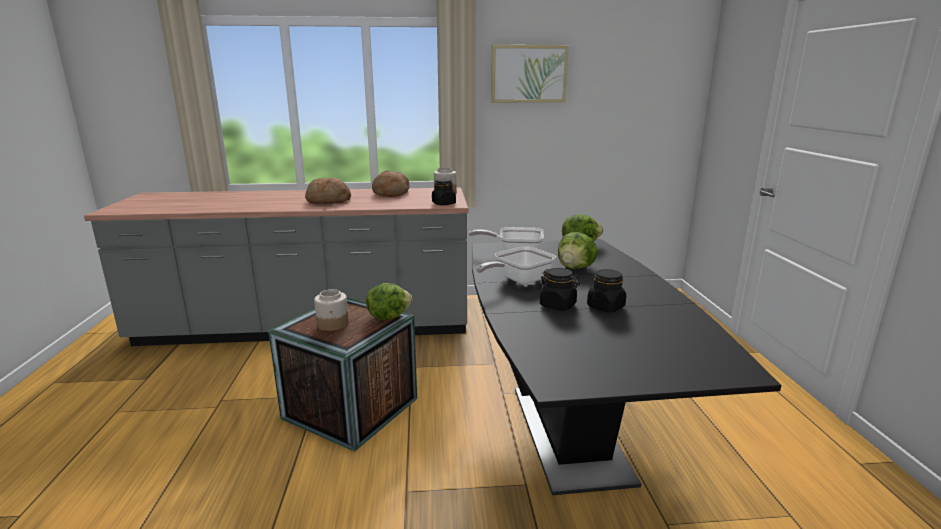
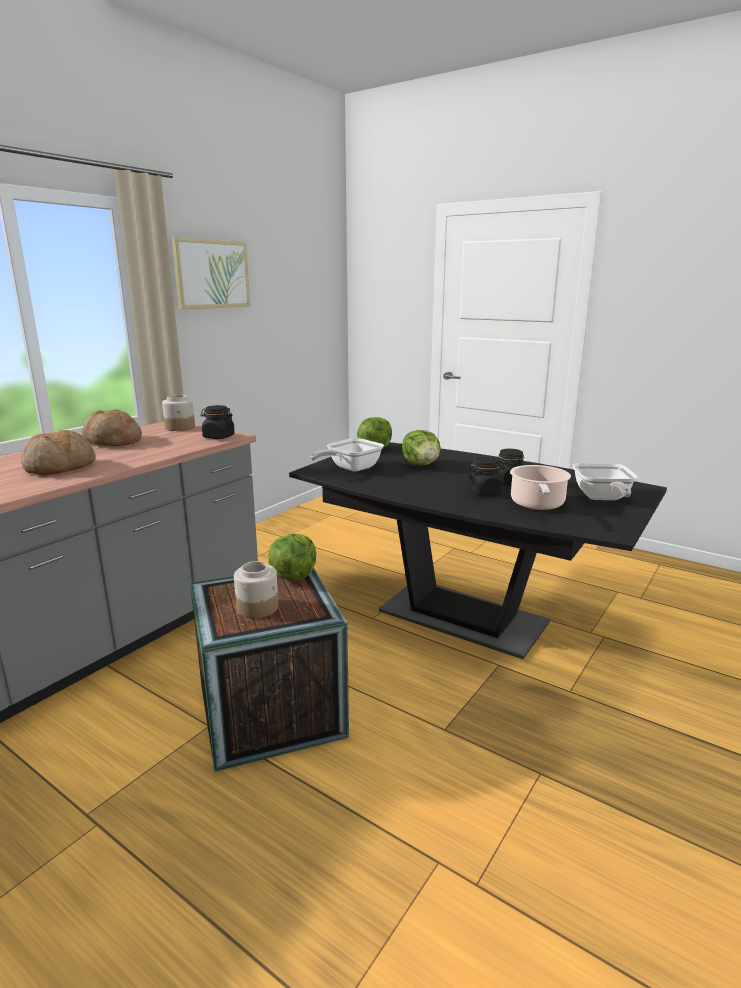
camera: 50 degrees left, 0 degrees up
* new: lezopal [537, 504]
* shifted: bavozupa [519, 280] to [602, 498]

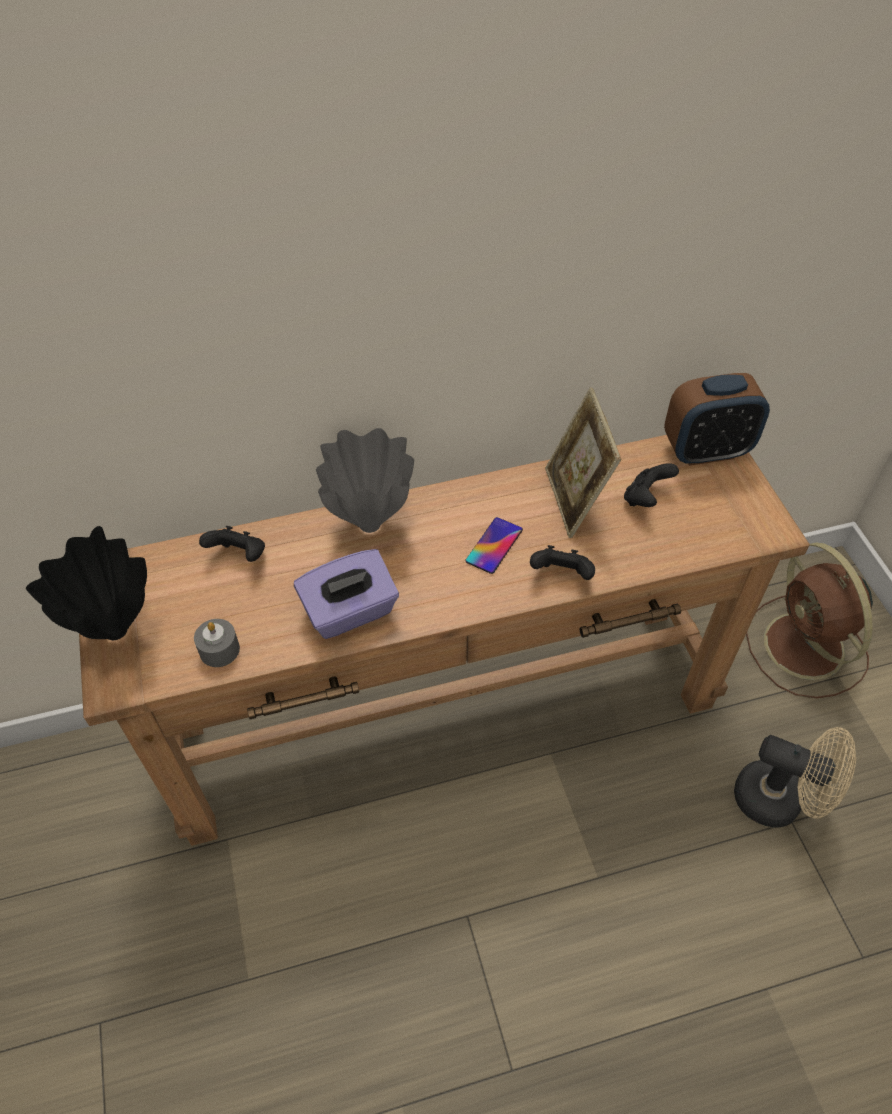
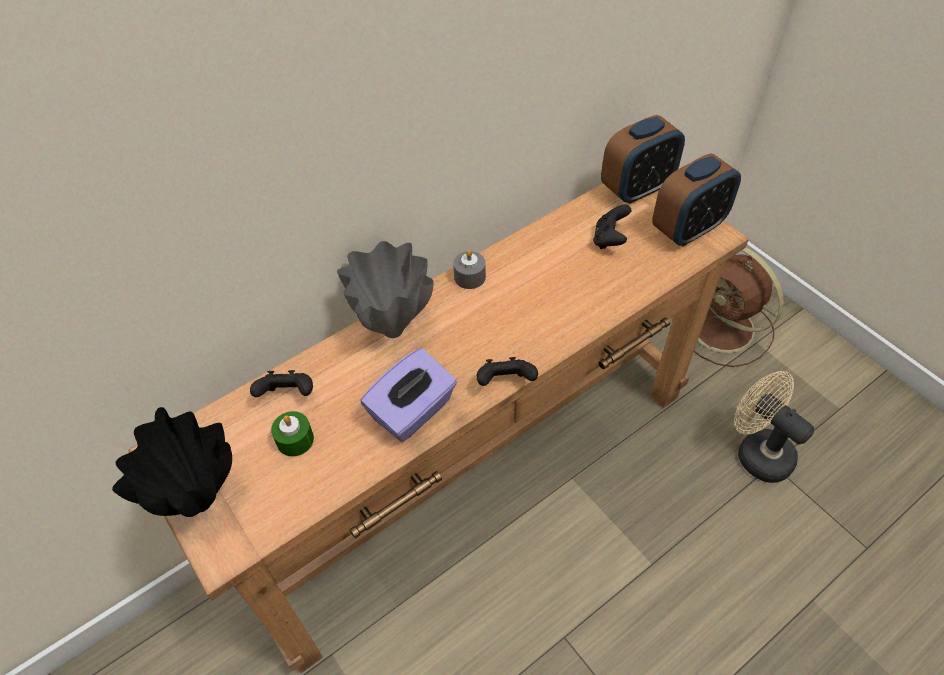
camera: 20 degrees left, 0 degrees up
* gone: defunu [494, 545]
* gone: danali [574, 500]
* new: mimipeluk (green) [295, 440]
* new: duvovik [688, 229]
* shifted: mimipeluk (grey) [219, 650] to [469, 277]
* shifted: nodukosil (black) [561, 575] to [505, 382]
* rotated: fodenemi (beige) [779, 801] = [757, 451] 135 degrees counterclockwise

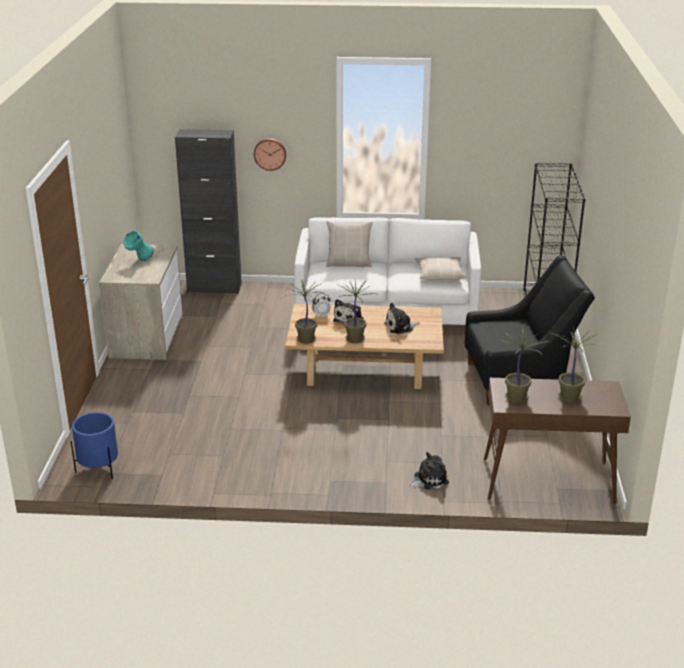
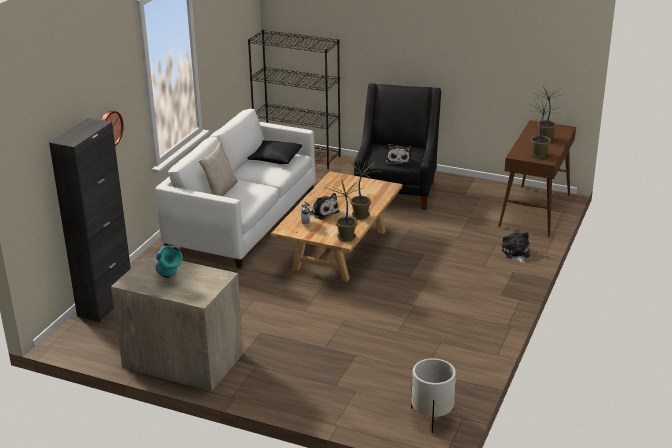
camera: 70 degrees left, 0 degrees up
* shifted: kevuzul [400, 327] to [398, 160]
* repainted: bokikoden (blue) [99, 469] to bokikoden (white) [432, 416]
* repainted: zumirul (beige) [440, 274] to zumirul (black) [275, 158]

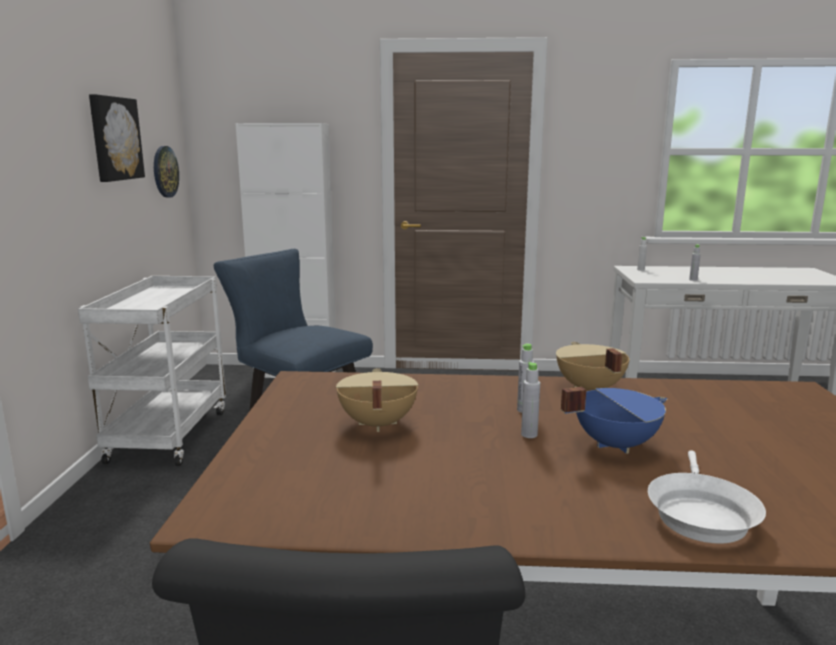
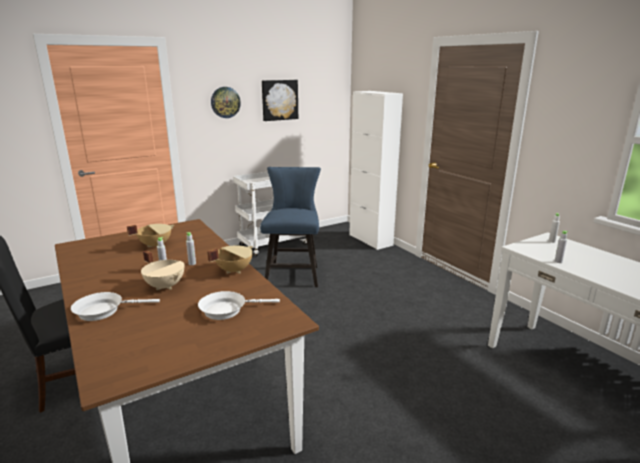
camera: 55 degrees right, 5 degrees up
* new: bavozupa (white) [227, 310]
* shifted: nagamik [165, 171] to [225, 102]
* repainted: lezopal (blue) [614, 444] to lezopal (beige) [165, 286]

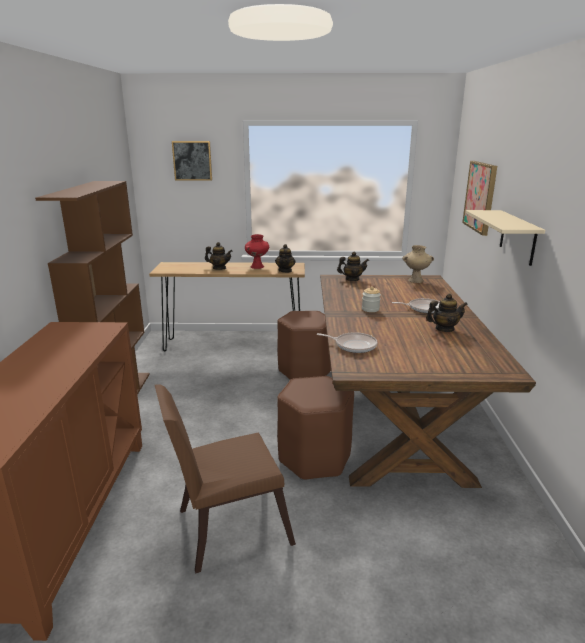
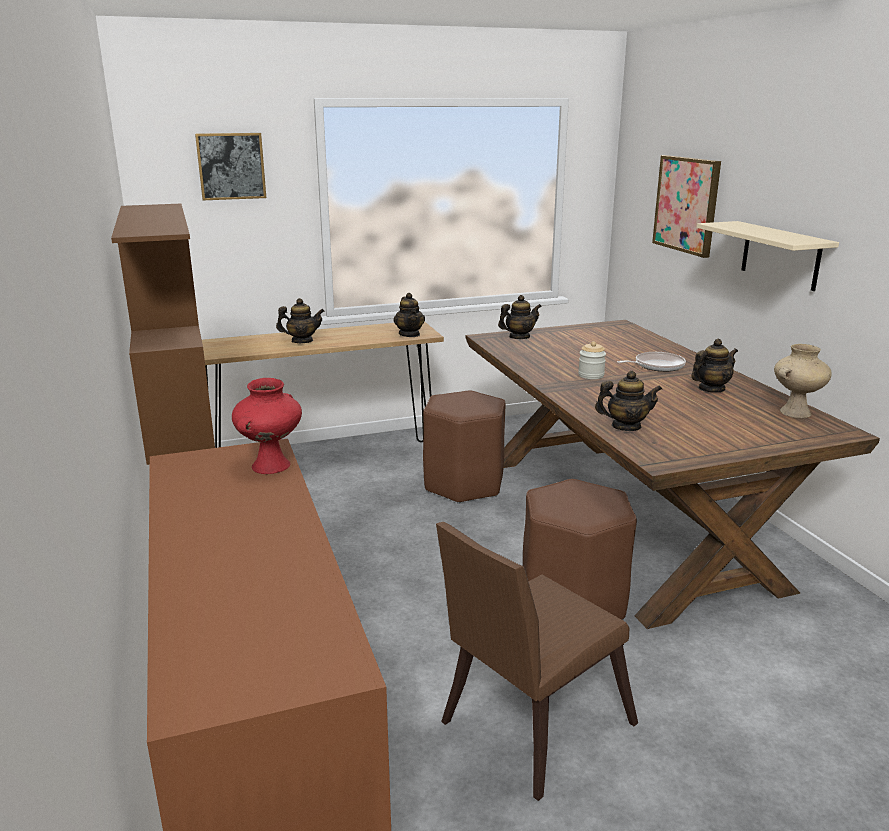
camera: 20 degrees left, 0 degrees up
* shifted: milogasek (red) [257, 267] to [271, 466]
* shifted: milogasek (beige) [416, 280] to [795, 412]
* swapped: bavozupa [353, 345] to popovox [625, 426]

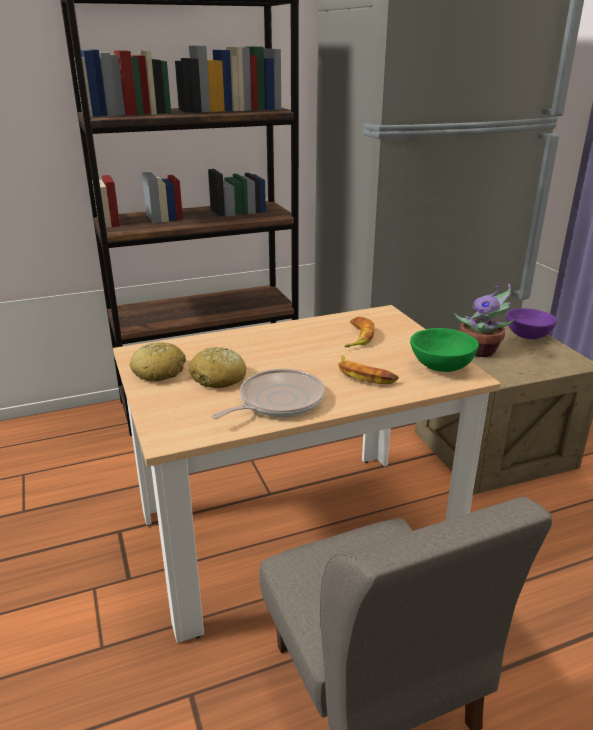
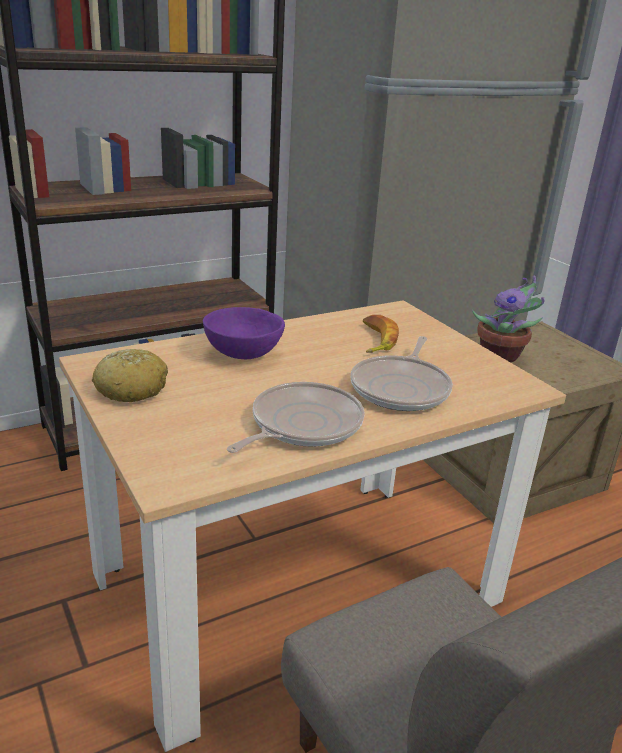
camera: 10 degrees left, 0 degrees up
* gone: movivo [218, 378]
* gone: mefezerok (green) [440, 368]
* shifted: mefezerok (purple) [527, 336] to [242, 354]
* swapped: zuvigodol [365, 375] to bavozupa [402, 388]

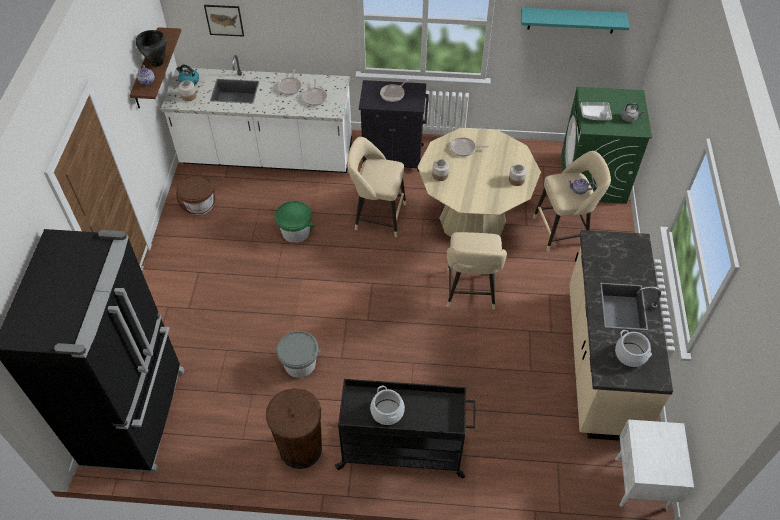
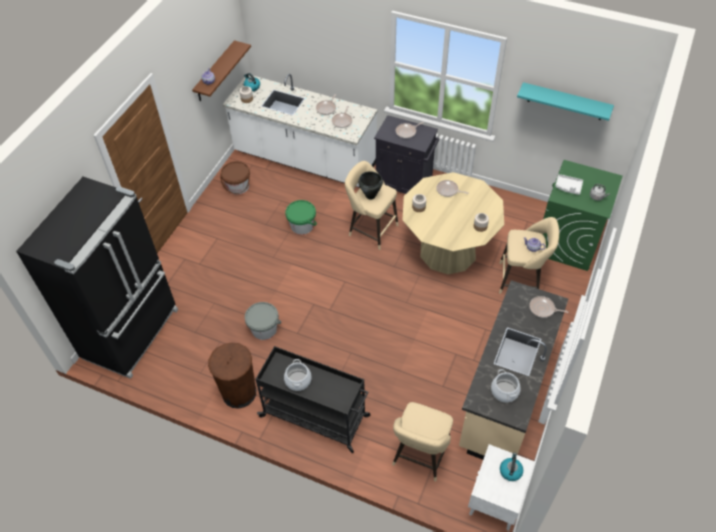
camera: 20 degrees right, 0 degrees up
* gone: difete [224, 20]
* new: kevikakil [510, 471]
* new: bavozupa [543, 309]
* shifted: lezopal (black) [157, 63] to [370, 196]
* shifted: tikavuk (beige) [470, 292] to [420, 457]

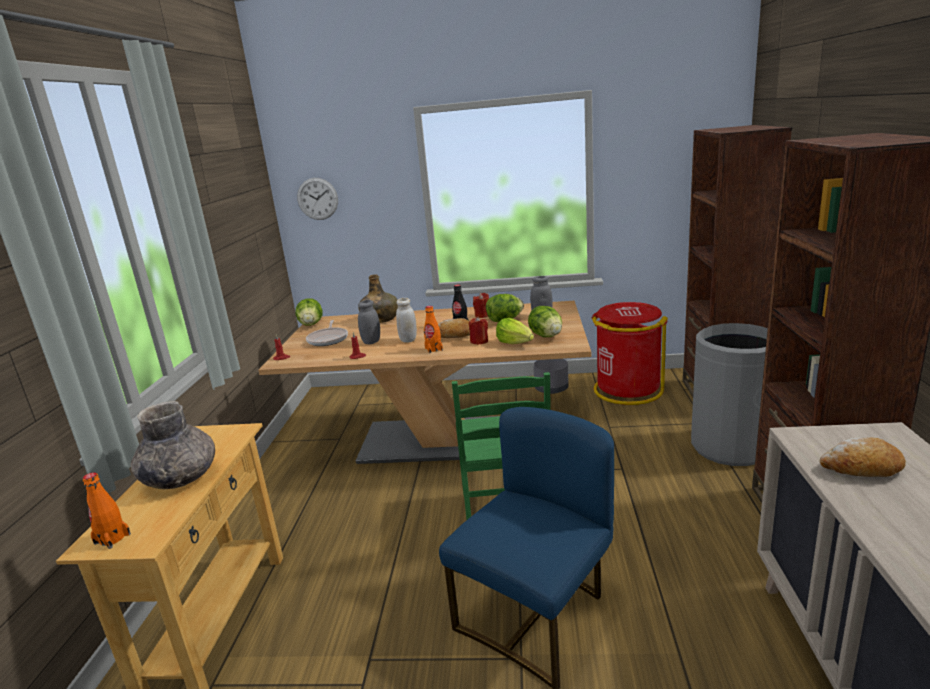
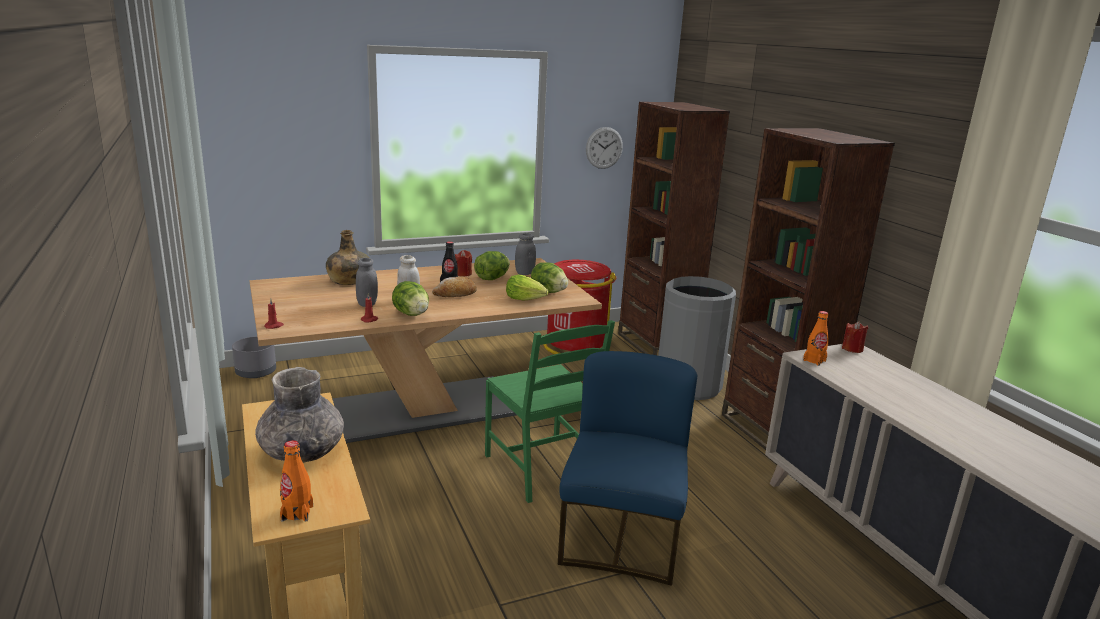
camera: 30 degrees left, 0 degrees up
* gone: bavozupa [328, 339]
* gone: movivo [861, 468]
* shifted: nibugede [311, 324] to [411, 314]
* shifted: nagamik [317, 199] to [604, 148]
* shifted: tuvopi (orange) [434, 349] to [814, 360]
* shifted: mimipeluk (red) [479, 341] to [852, 349]
* shifted: bokikoden (grey) [551, 389] to [255, 373]

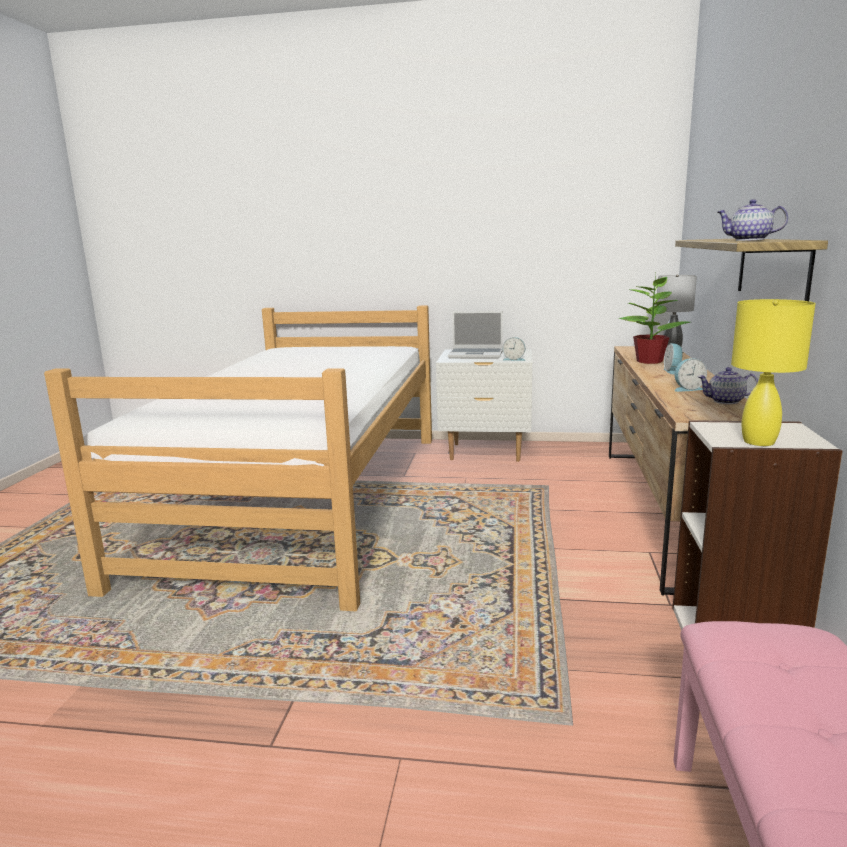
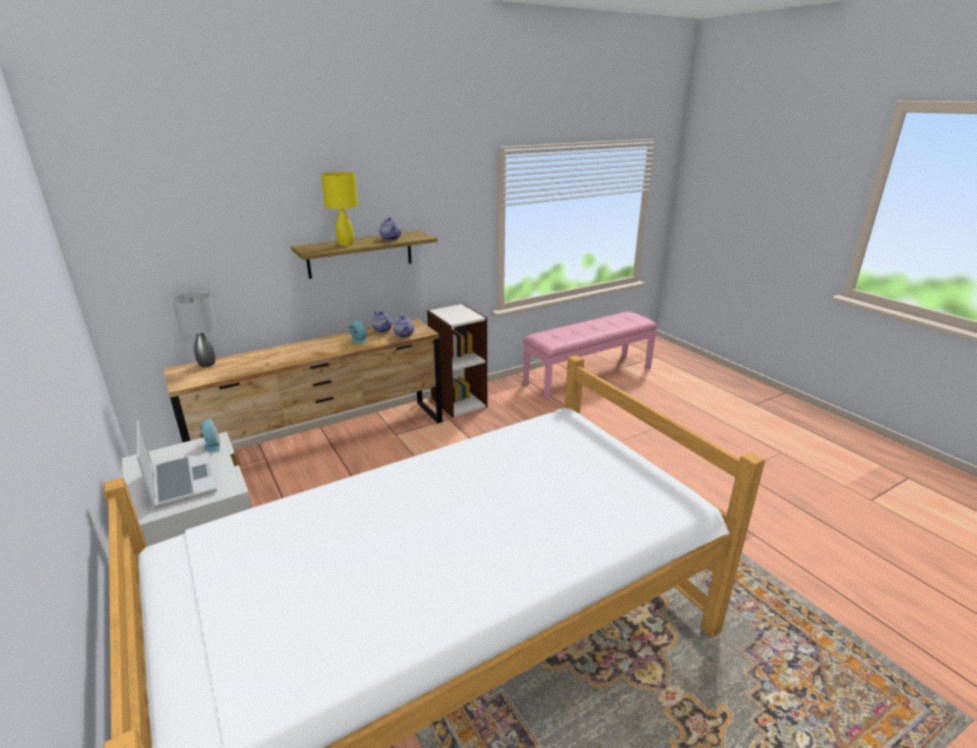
camera: 130 degrees left, 10 degrees up
* gone: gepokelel [649, 361]
* gone: duvovik [673, 371]
* new: popovox [404, 335]
* shifted: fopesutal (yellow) [758, 442] to [346, 244]

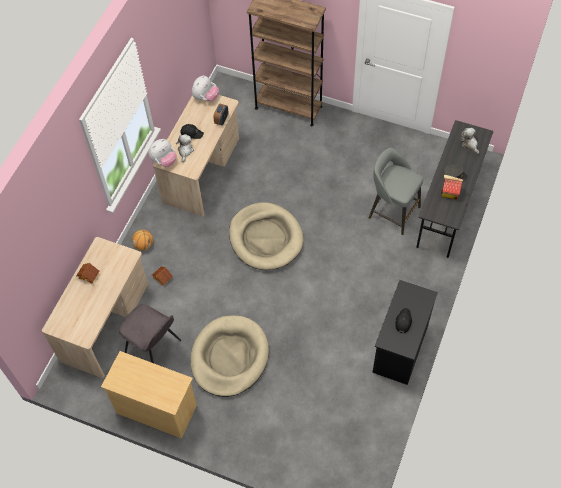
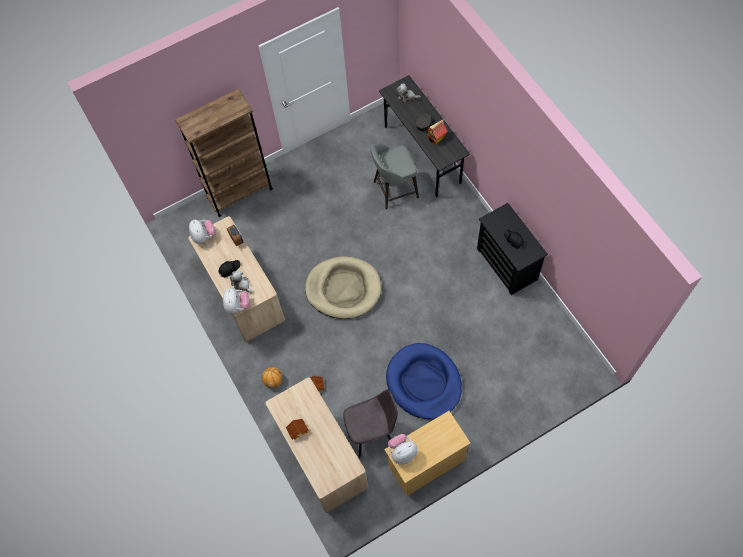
camera: 50 degrees left, 5 degrees up
* new: kevuzul [402, 452]
* repainted: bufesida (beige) [229, 357] to bufesida (blue) [424, 382]

